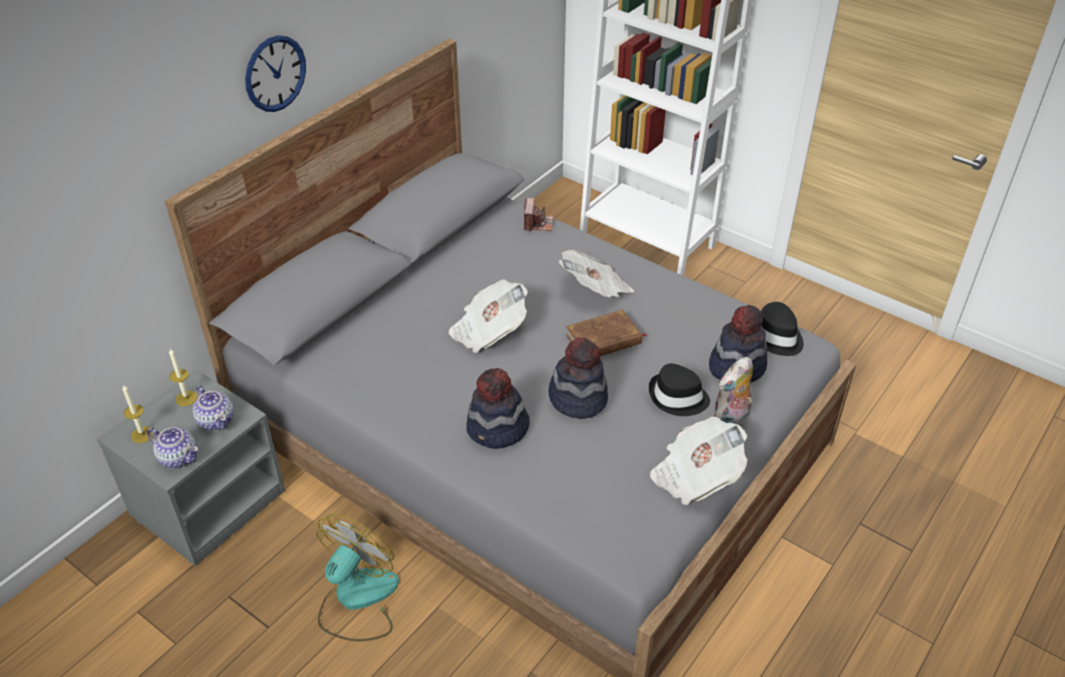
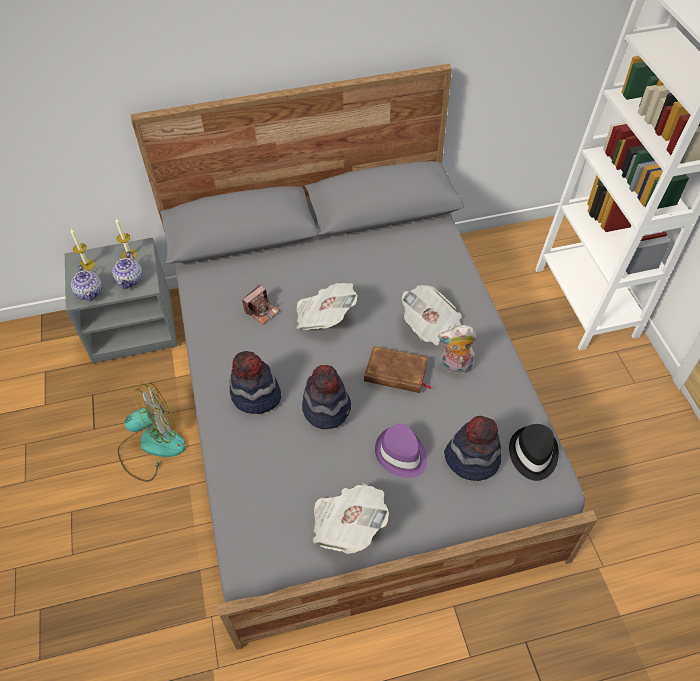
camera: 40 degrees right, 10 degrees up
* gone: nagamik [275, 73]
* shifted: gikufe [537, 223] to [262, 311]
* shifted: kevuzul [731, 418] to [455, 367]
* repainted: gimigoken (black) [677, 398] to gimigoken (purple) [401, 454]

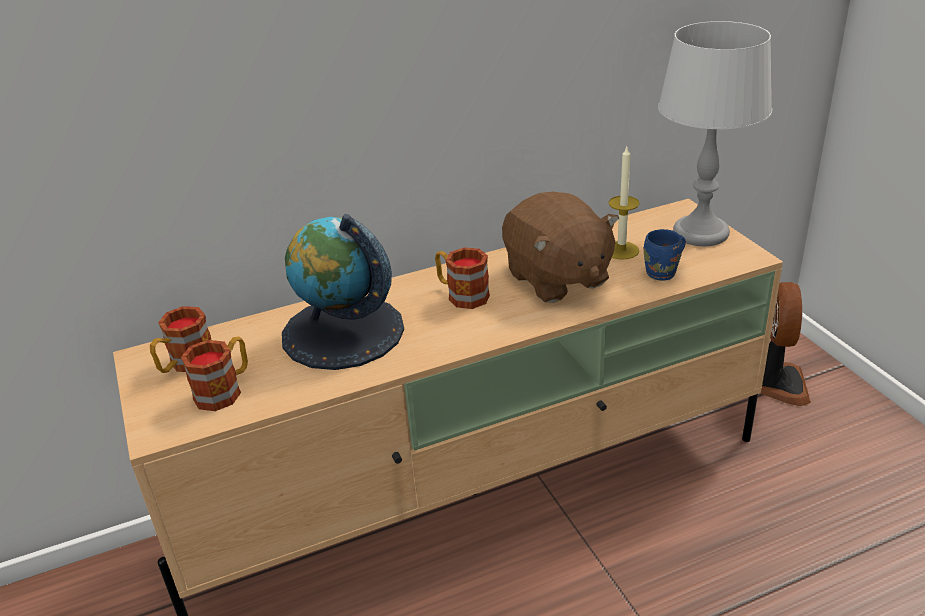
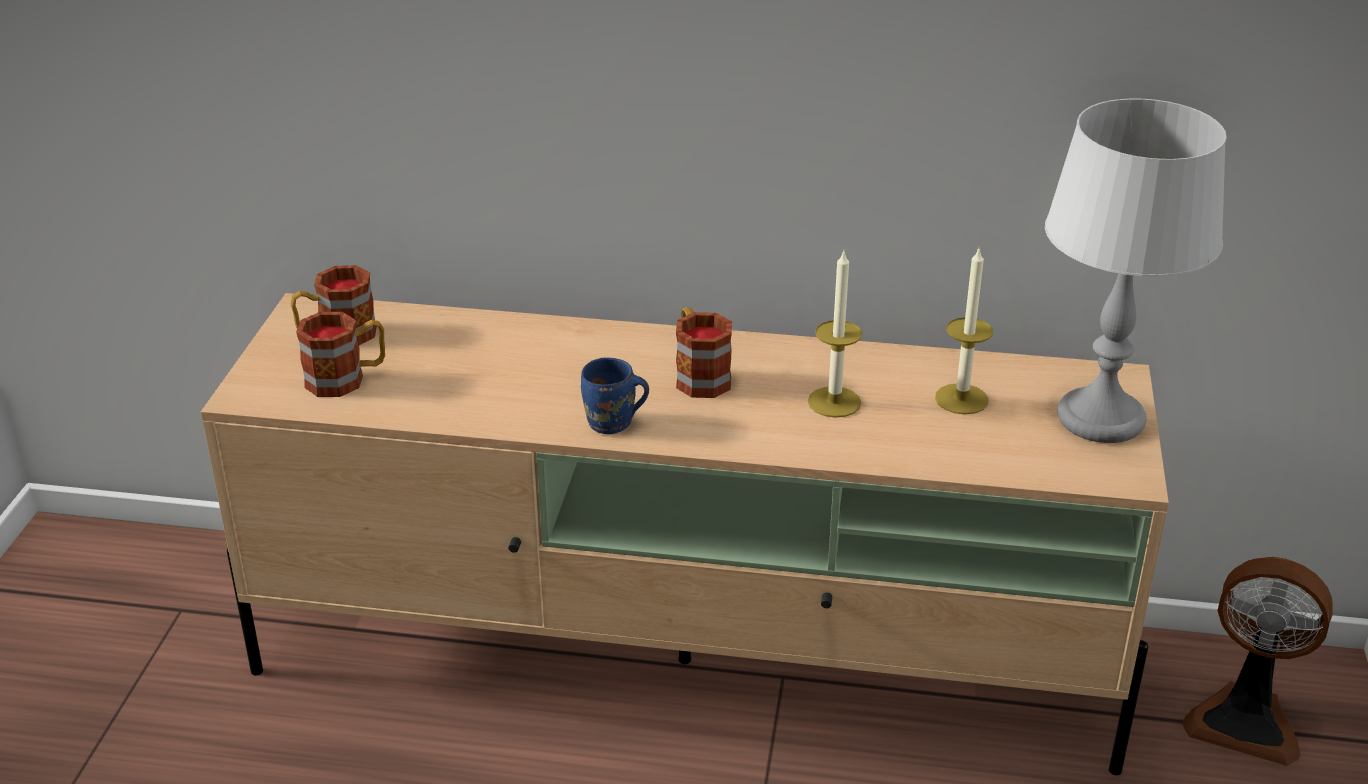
camera: 30 degrees right, 0 degrees up
* gone: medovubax [342, 332]
* shifted: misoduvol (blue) [663, 274] to [612, 425]
* swapped: kevuzul (brown) [556, 278] to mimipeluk [834, 402]
* rotated: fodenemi [776, 384] = [1245, 721] 75 degrees clockwise

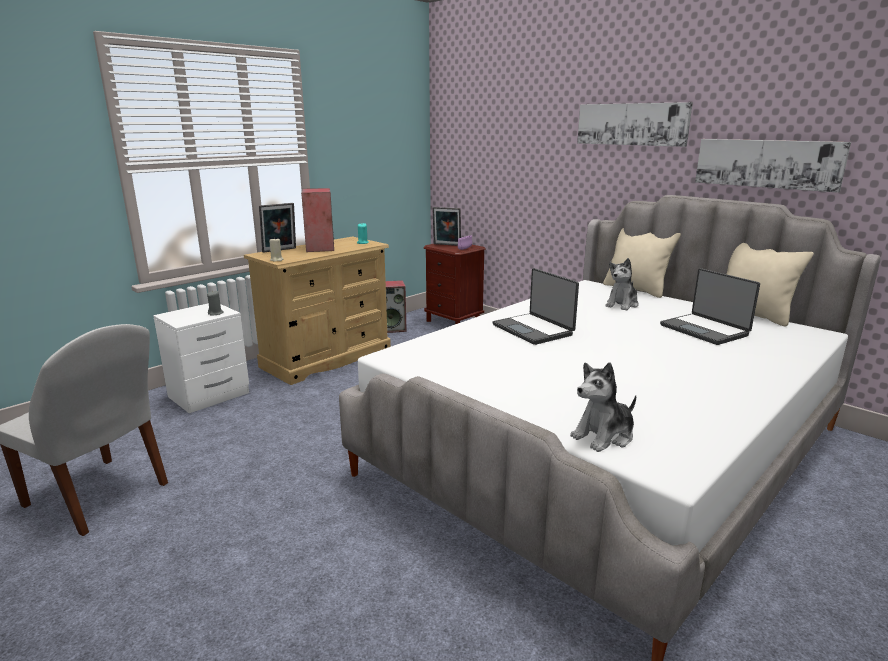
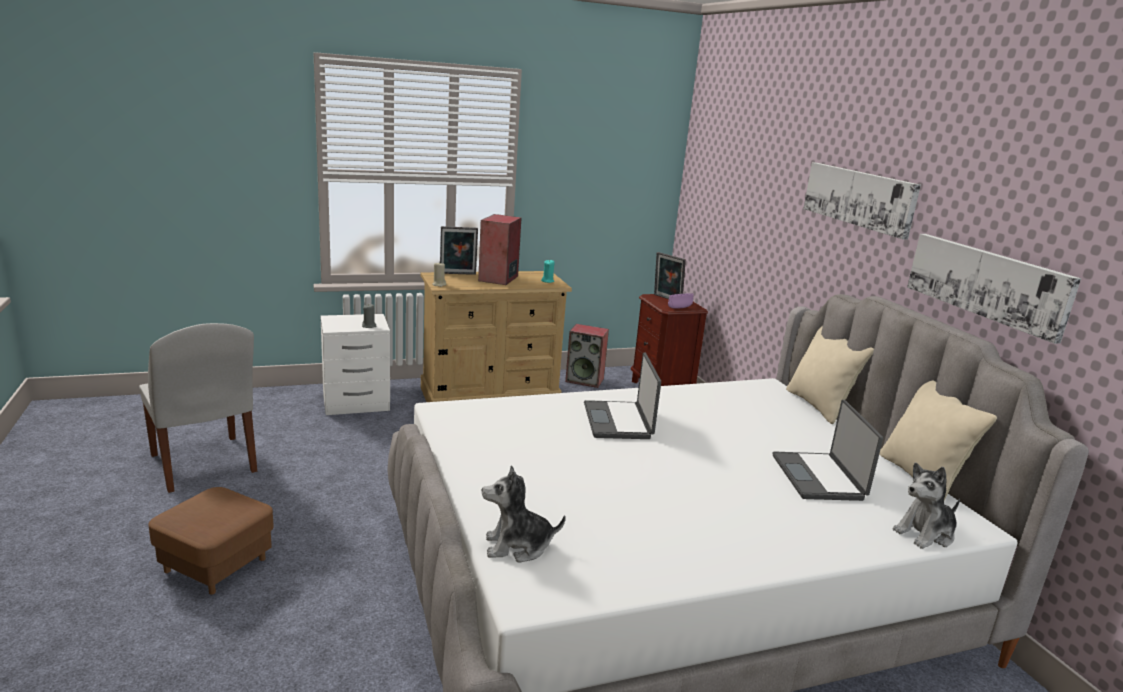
camera: 25 degrees right, 0 degrees up
* new: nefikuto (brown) [216, 564]
* shifted: kevuzul [622, 304] to [925, 534]

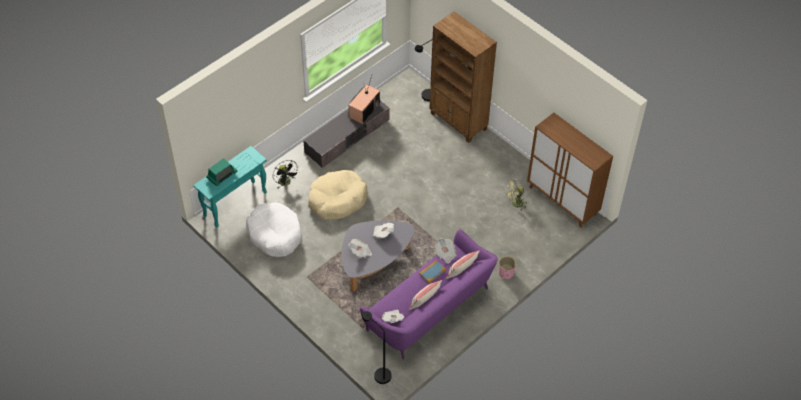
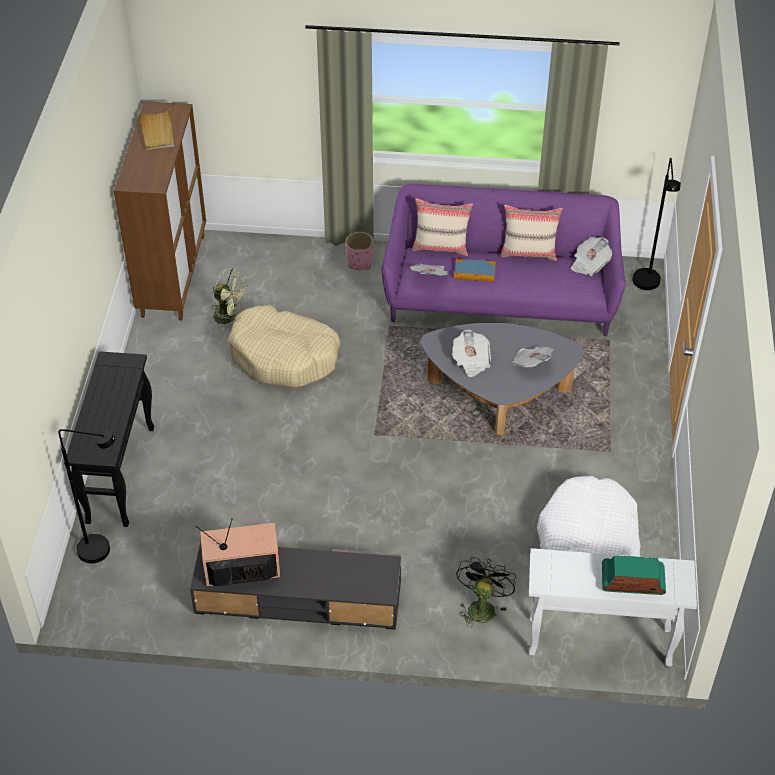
camera: 130 degrees left, 5 degrees down
* new: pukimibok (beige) [157, 131]
* shifted: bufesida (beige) [337, 200] to [284, 356]
* swapped: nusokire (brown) [458, 121] to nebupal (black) [120, 473]
* repainted: nebupal (turquoise) [235, 203] to nebupal (white) [598, 642]

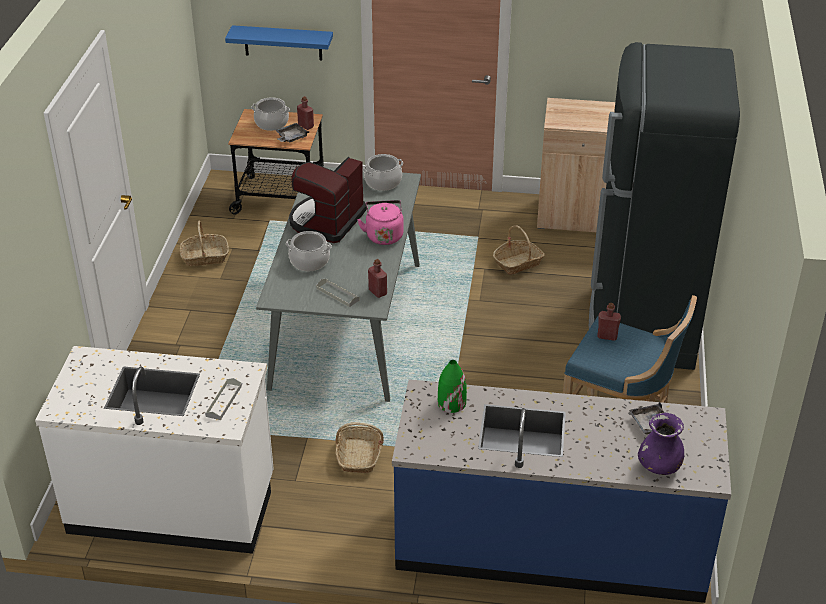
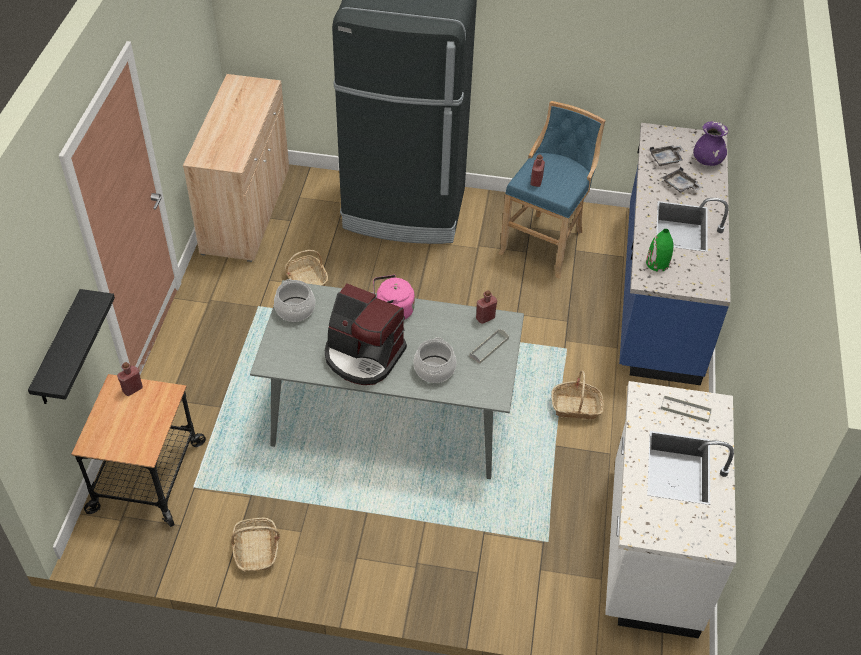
camera: 90 degrees left, 10 degrees up
* gone: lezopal [271, 123]
* shifted: pukimibok (grey) [291, 137] to [680, 185]
* repainted: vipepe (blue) [283, 43] to vipepe (black) [59, 351]

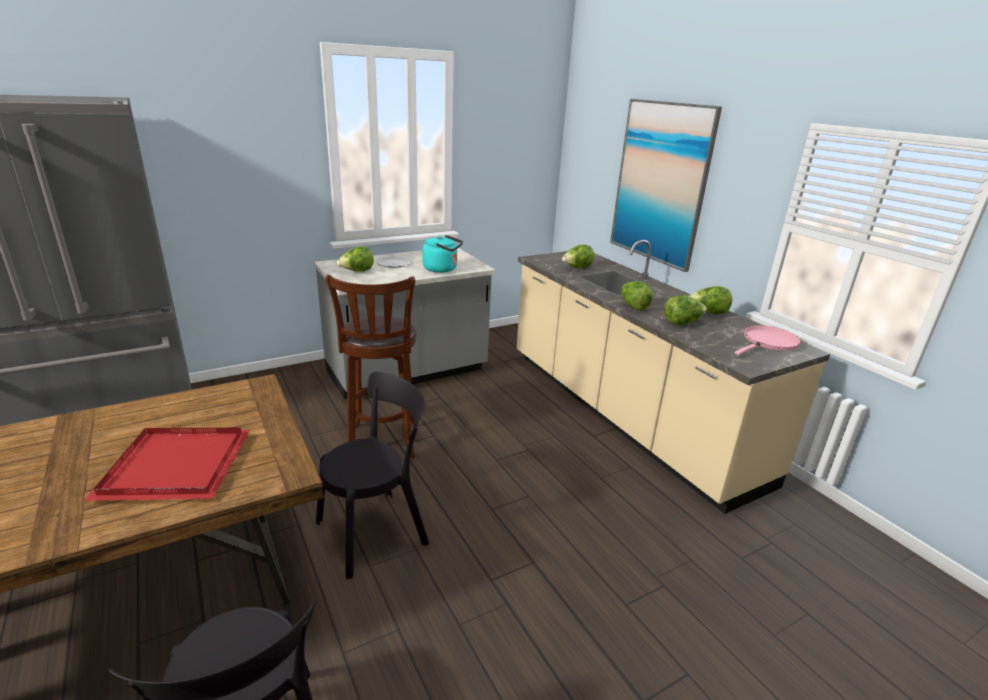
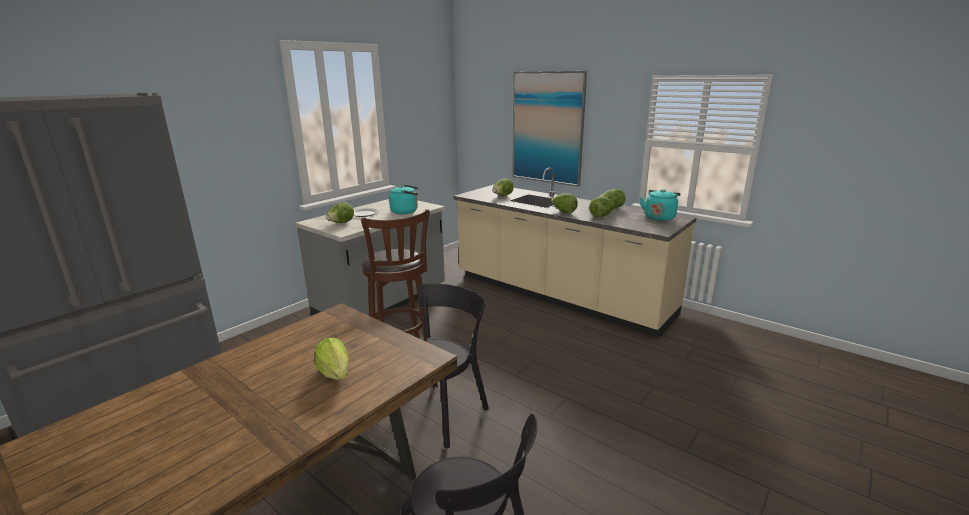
camera: 20 degrees left, 5 degrees down
* swapped: pukimibok (red) [179, 464] to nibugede [335, 373]
* swapped: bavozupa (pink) [768, 342] to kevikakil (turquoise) [659, 217]

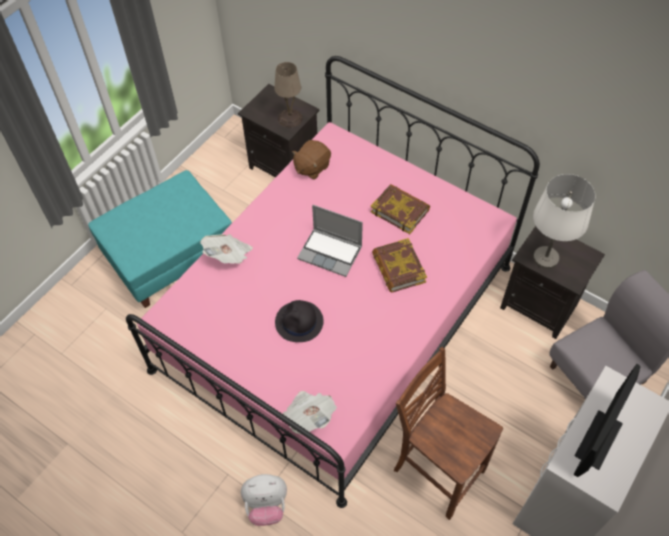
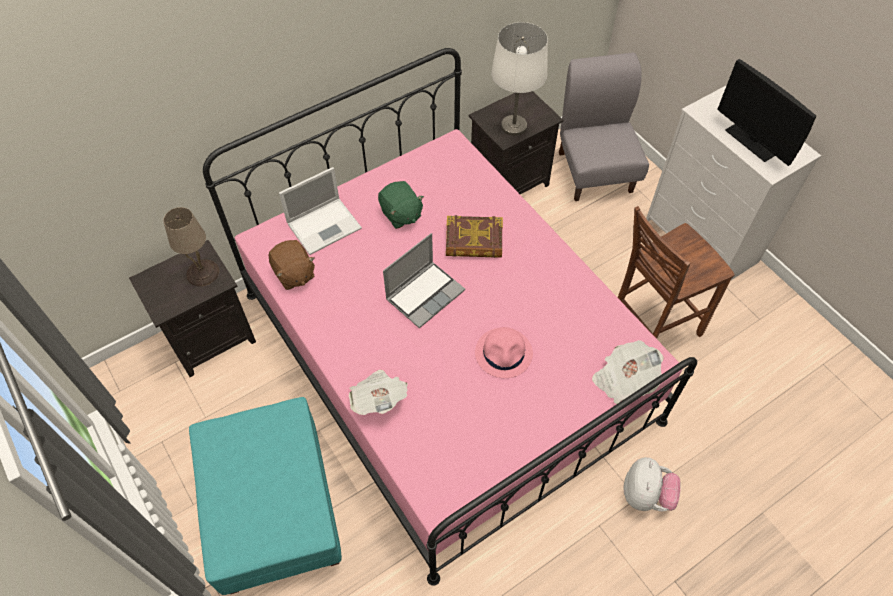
camera: 70 degrees left, 0 degrees up
* new: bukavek [325, 225]
* swapped: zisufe [400, 211] to kevuzul (green) [401, 214]
* repainted: gimigoken (black) [299, 322] to gimigoken (pink) [504, 353]

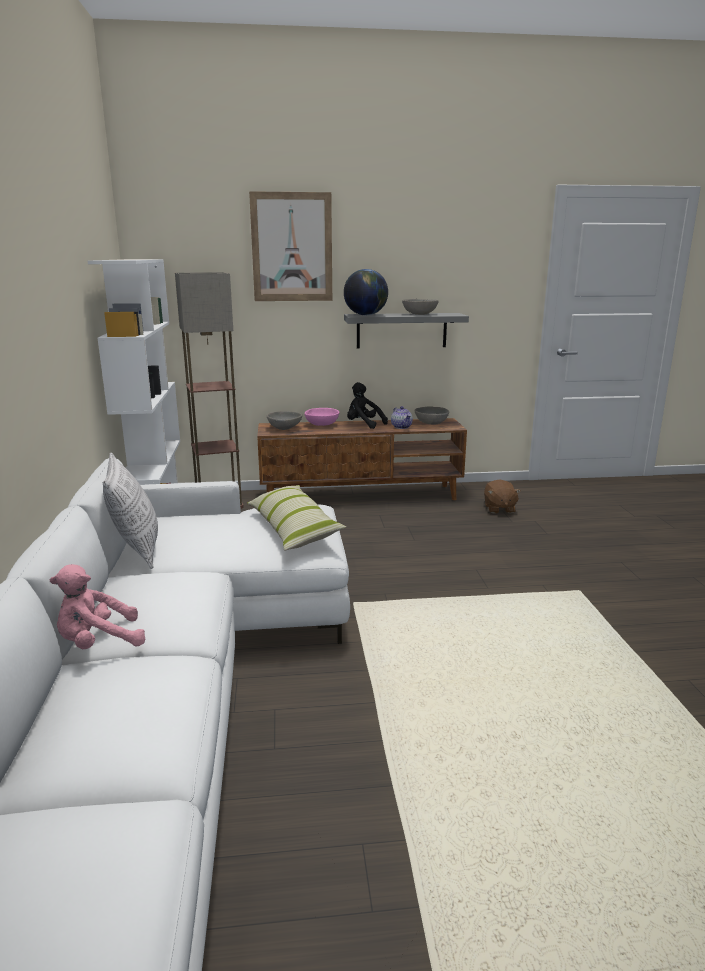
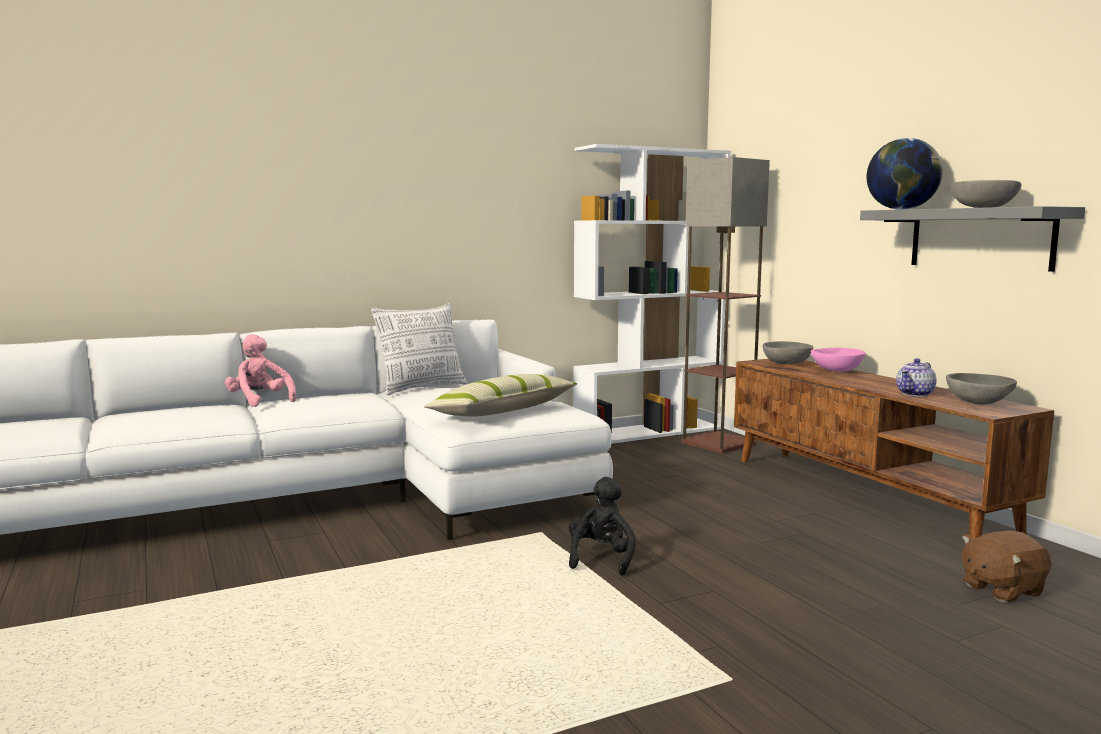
camera: 70 degrees right, 10 degrees down
* gone: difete [292, 247]
* shifted: kevuzul (black) [363, 424] to [601, 559]

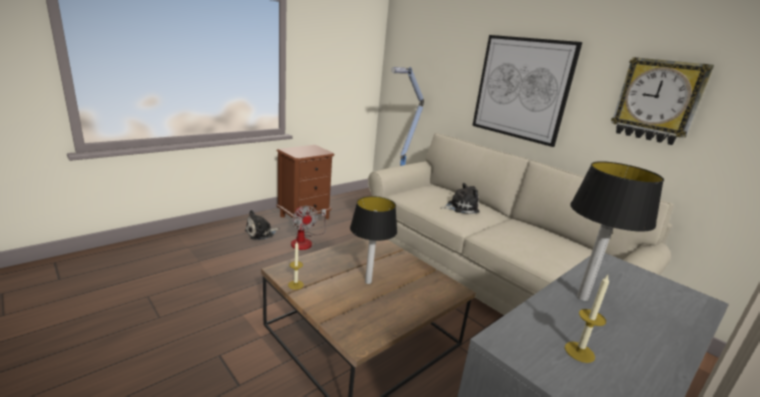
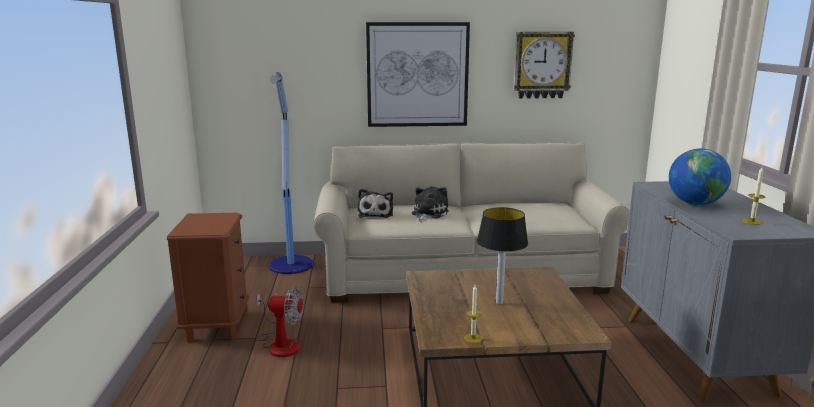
camera: 50 degrees left, 5 degrees down
* shifted: kevuzul [261, 233] to [376, 214]
* swapped: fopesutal [583, 297] to medovubax [695, 203]

